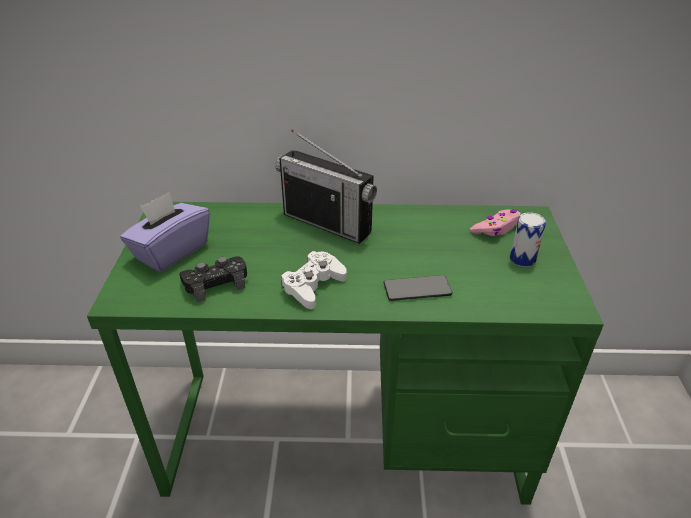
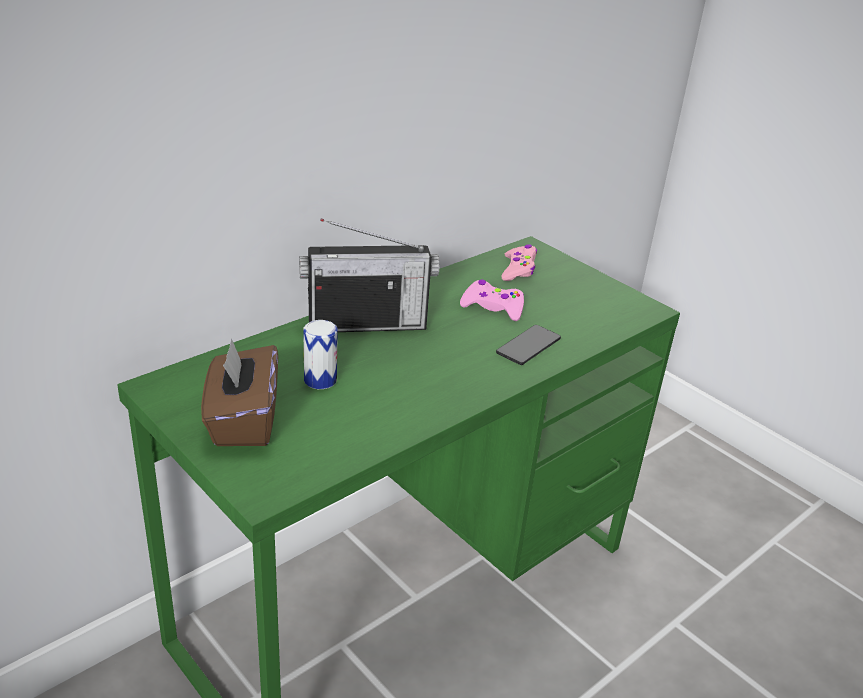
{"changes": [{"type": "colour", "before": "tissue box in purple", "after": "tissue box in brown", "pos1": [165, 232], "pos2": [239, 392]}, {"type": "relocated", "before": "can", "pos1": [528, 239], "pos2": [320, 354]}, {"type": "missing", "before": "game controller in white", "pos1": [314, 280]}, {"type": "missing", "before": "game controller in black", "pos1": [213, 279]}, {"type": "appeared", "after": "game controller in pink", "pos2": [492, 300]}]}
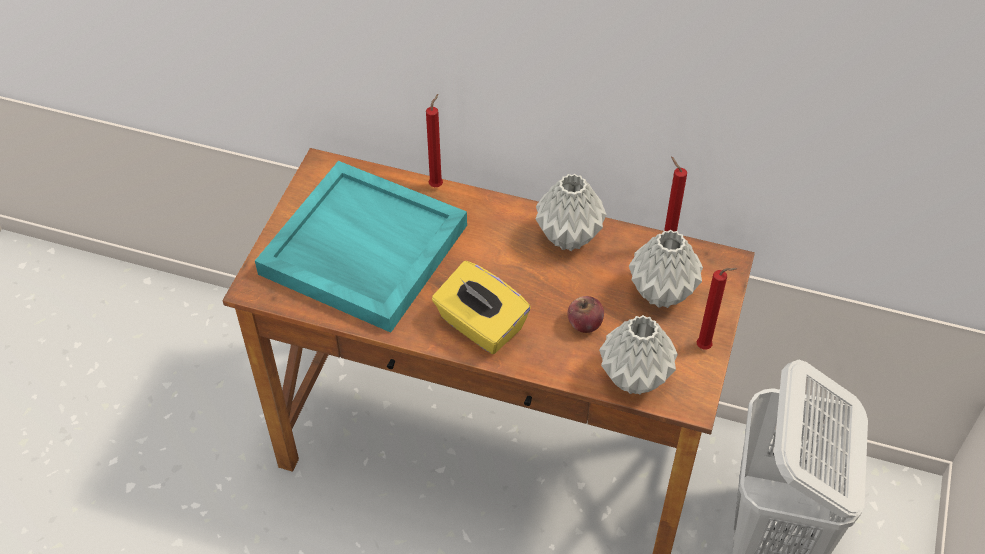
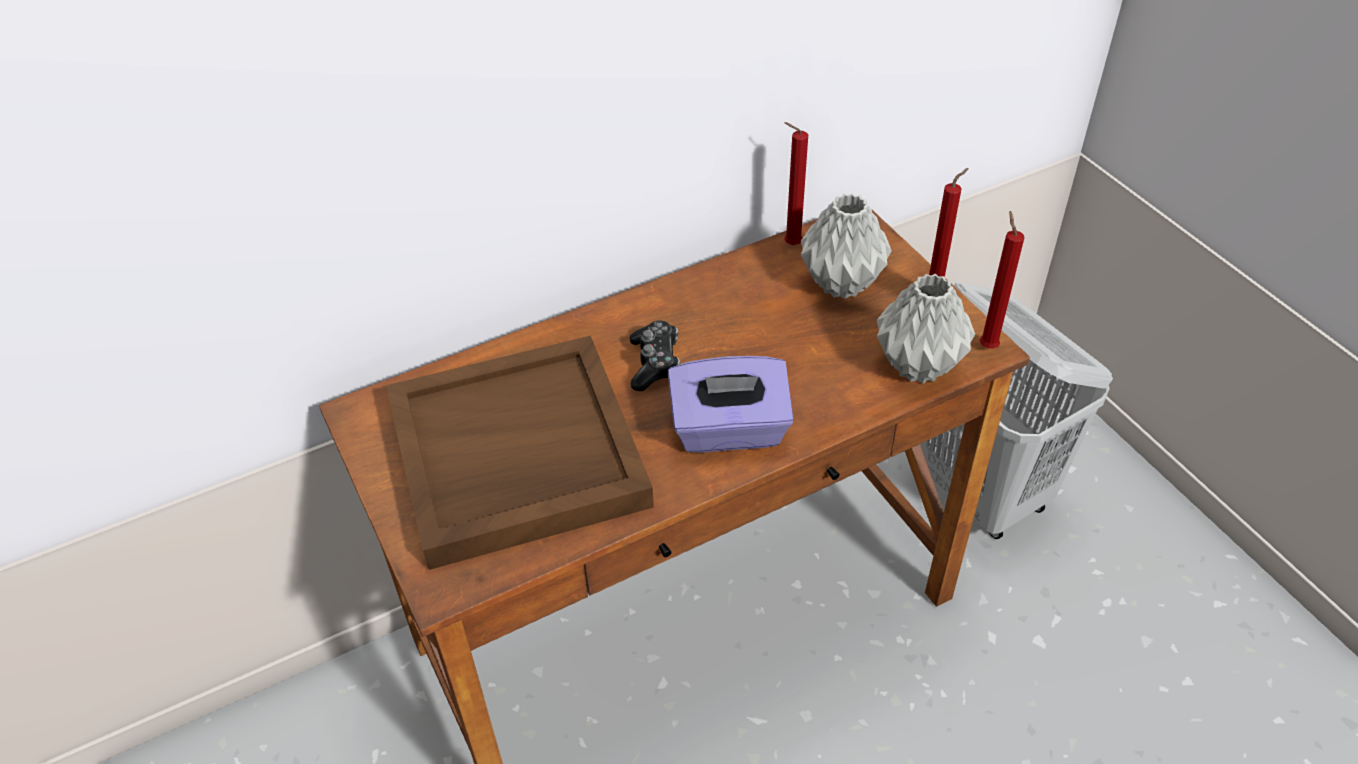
{"changes": [{"type": "relocated", "before": "candle in red", "pos1": [434, 140], "pos2": [1002, 280]}, {"type": "colour", "before": "tray in turquoise", "after": "tray in brown", "pos1": [361, 247], "pos2": [520, 453]}, {"type": "missing", "before": "vase in grey", "pos1": [571, 212]}, {"type": "colour", "before": "tissue box in yellow", "after": "tissue box in purple", "pos1": [481, 307], "pos2": [731, 404]}, {"type": "missing", "before": "apple", "pos1": [585, 314]}, {"type": "appeared", "after": "game controller", "pos2": [655, 355]}]}
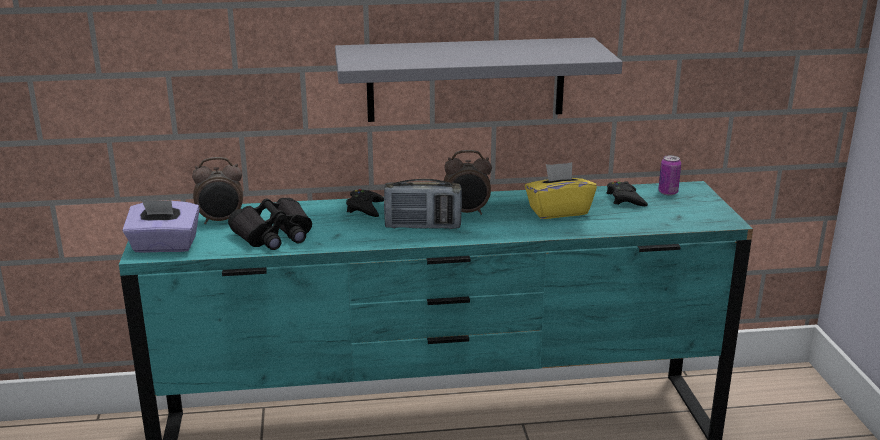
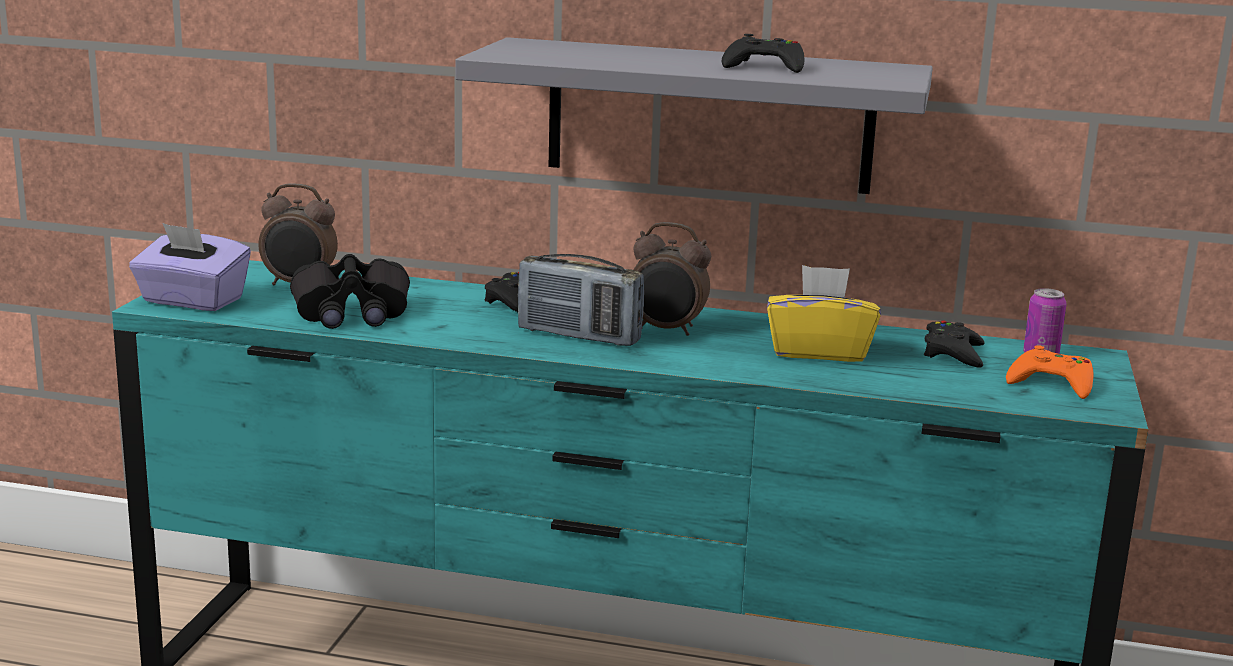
{"changes": [{"type": "appeared", "after": "game controller in black", "pos2": [762, 53]}, {"type": "appeared", "after": "game controller in orange", "pos2": [1049, 372]}]}
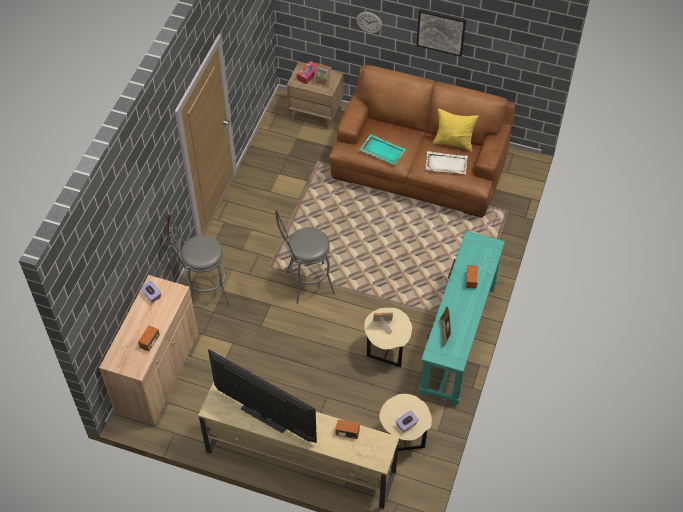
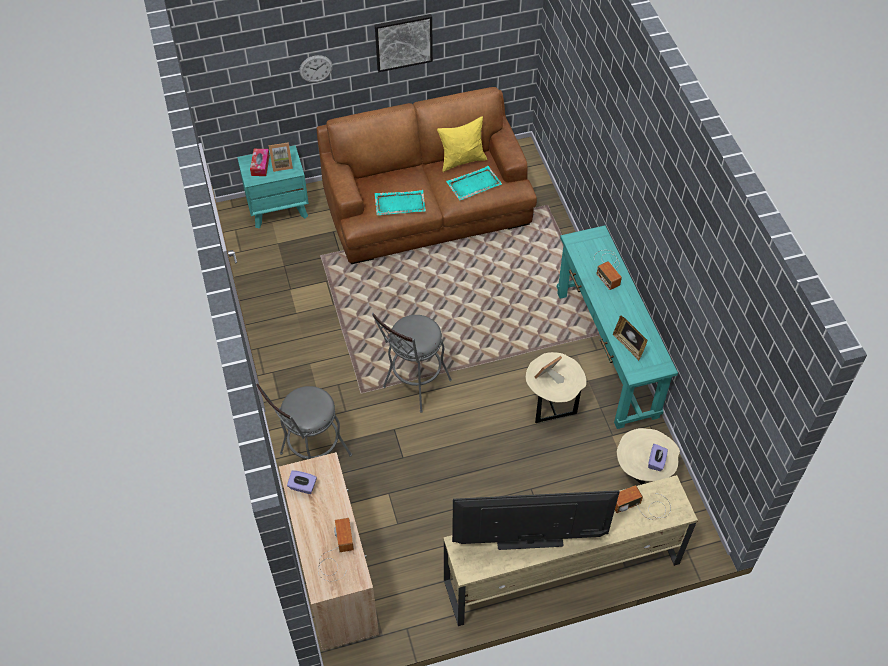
{"changes": [{"type": "colour", "before": "nightstand in brown", "after": "nightstand in turquoise", "pos1": [315, 96], "pos2": [273, 187]}, {"type": "colour", "before": "tray in white", "after": "tray in turquoise", "pos1": [446, 162], "pos2": [474, 183]}]}
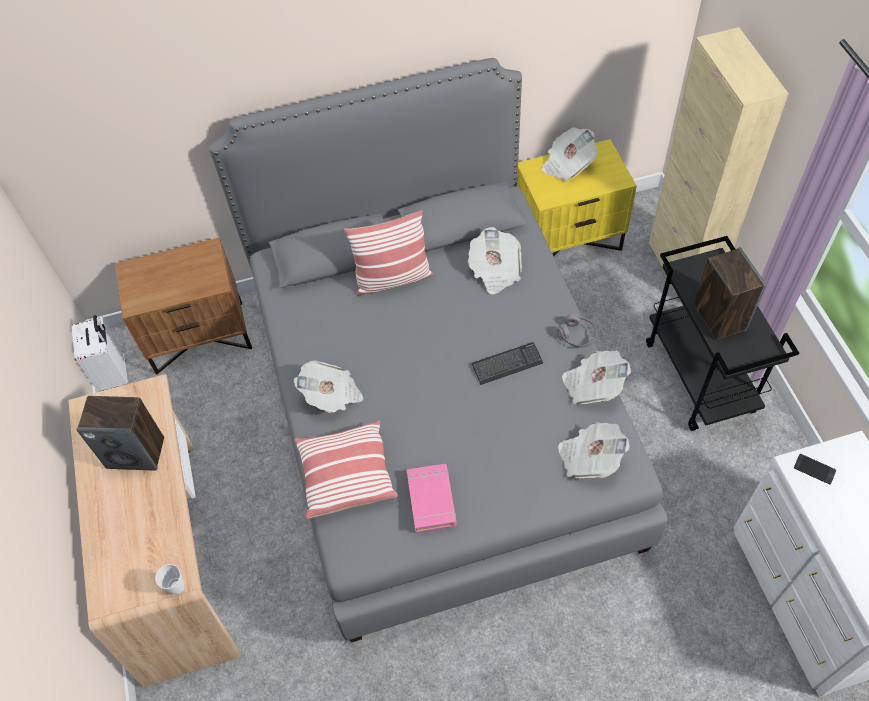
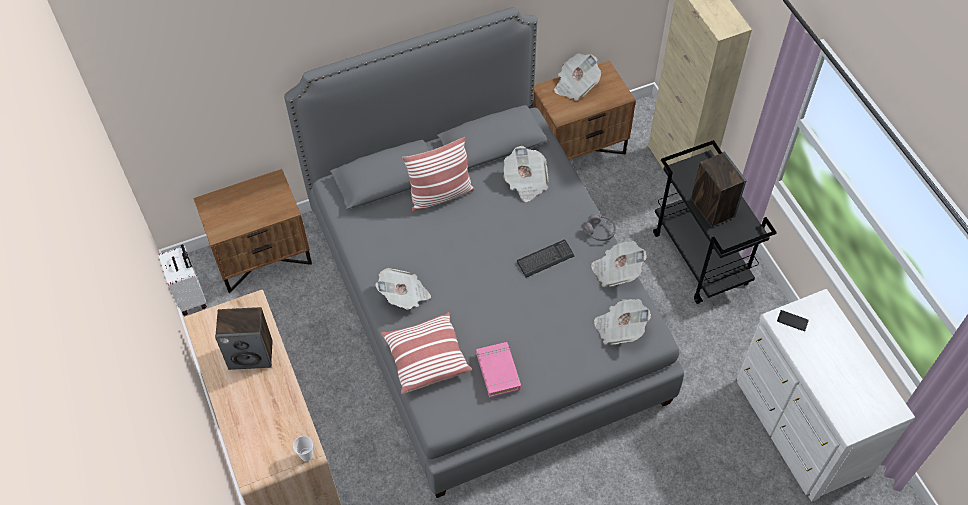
{"changes": [{"type": "colour", "before": "nightstand in yellow", "after": "nightstand in brown", "pos1": [577, 197], "pos2": [584, 110]}]}
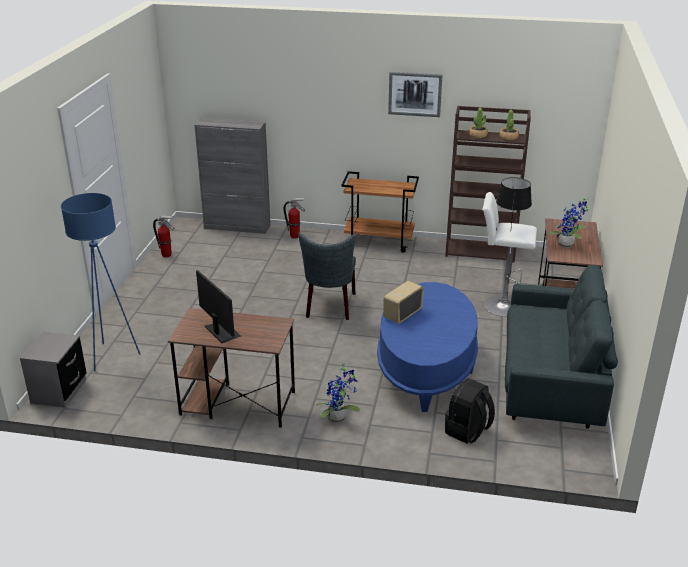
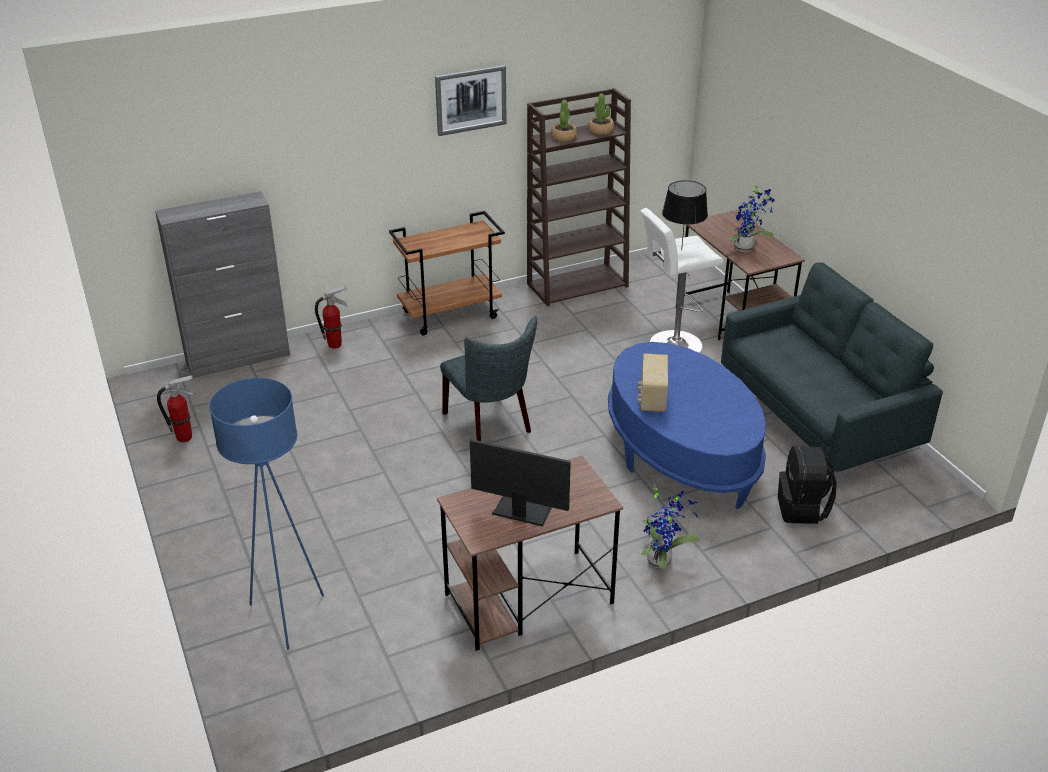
{"changes": [{"type": "missing", "before": "nightstand in grey", "pos1": [53, 370]}]}
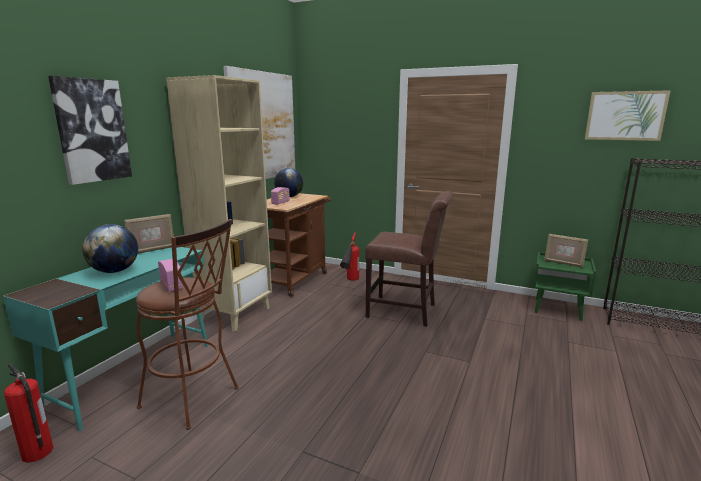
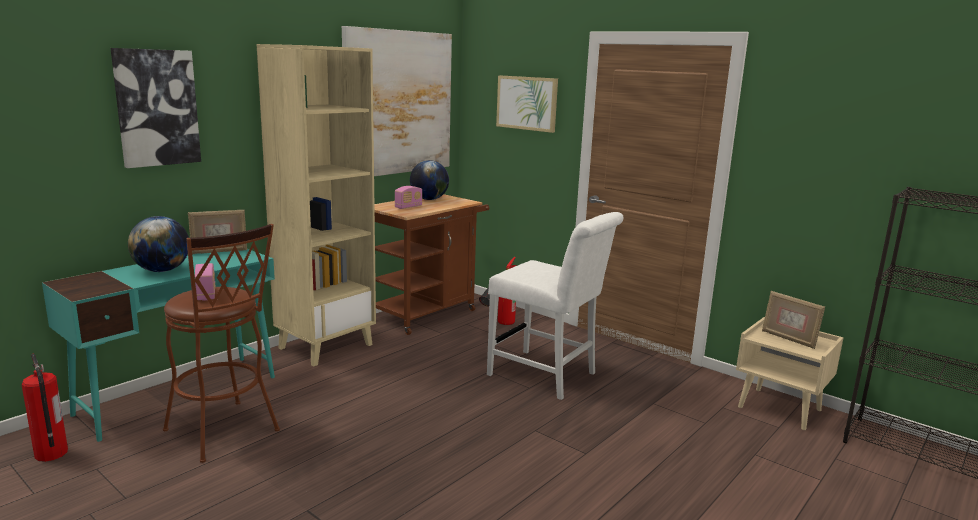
{"changes": [{"type": "relocated", "before": "picture", "pos1": [628, 115], "pos2": [527, 104]}, {"type": "colour", "before": "chair in brown", "after": "chair in white", "pos1": [409, 259], "pos2": [555, 306]}, {"type": "colour", "before": "nightstand in green", "after": "nightstand in beige", "pos1": [565, 286], "pos2": [790, 373]}]}
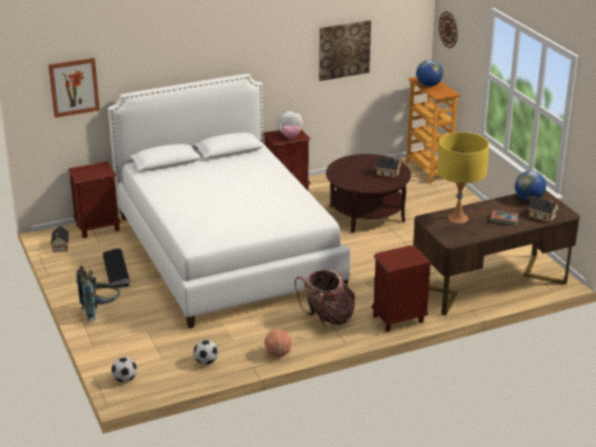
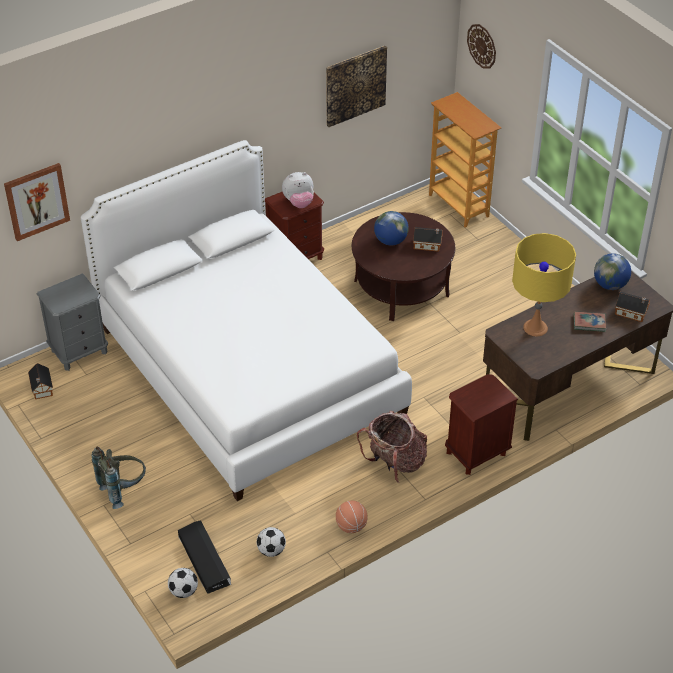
{"changes": [{"type": "relocated", "before": "globe", "pos1": [429, 73], "pos2": [391, 228]}, {"type": "colour", "before": "nightstand in brown", "after": "nightstand in grey", "pos1": [94, 200], "pos2": [72, 322]}, {"type": "relocated", "before": "storage box in black", "pos1": [116, 269], "pos2": [204, 557]}]}
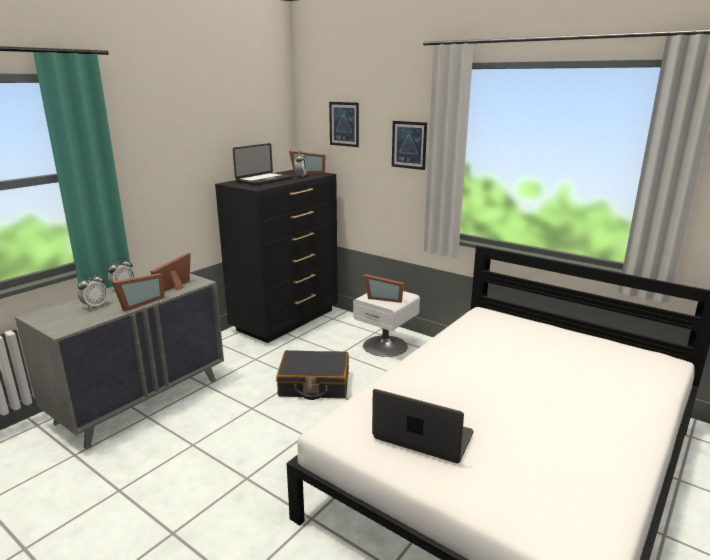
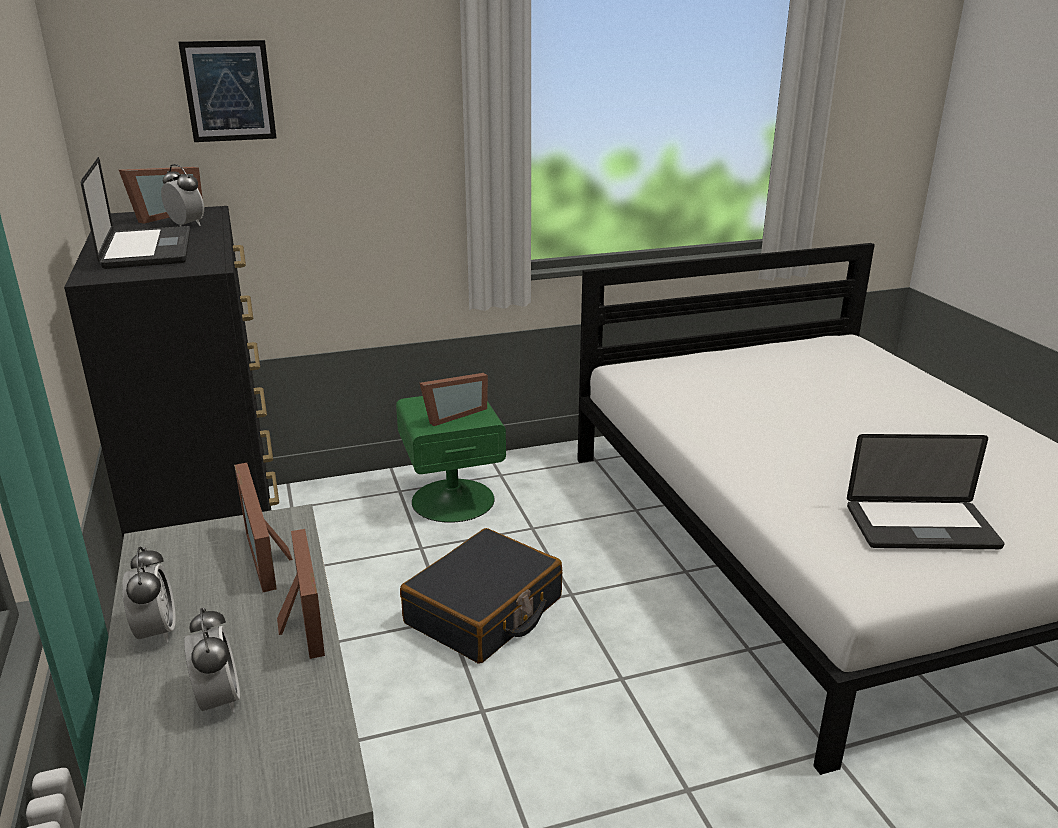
{"changes": [{"type": "missing", "before": "picture", "pos1": [409, 145]}, {"type": "colour", "before": "nightstand in white", "after": "nightstand in green", "pos1": [386, 324], "pos2": [451, 459]}, {"type": "spun", "before": "laptop", "pos1": [422, 426], "pos2": [926, 491], "turn": -150}]}
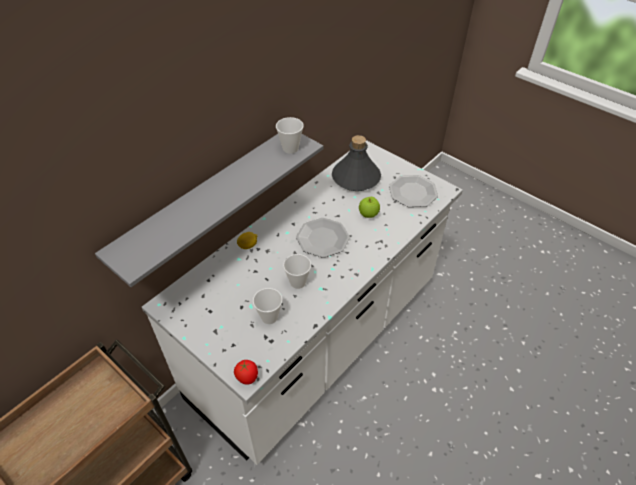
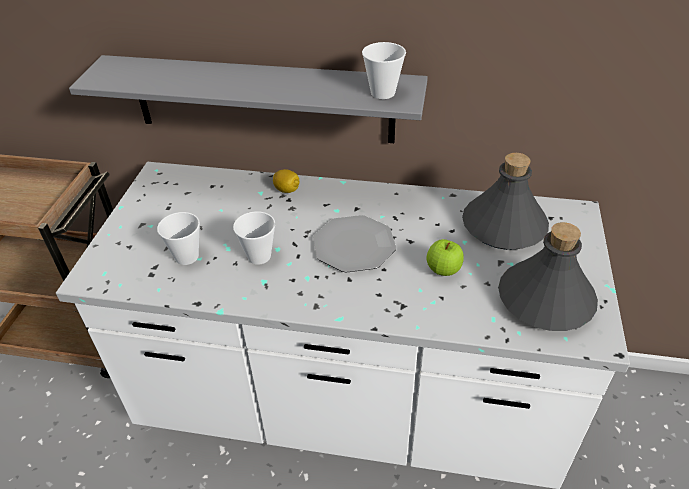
{"changes": [{"type": "exchanged", "before": "plate", "after": "bottle in grey", "pos1": [413, 191], "pos2": [548, 276]}, {"type": "missing", "before": "tomato", "pos1": [246, 372]}]}
